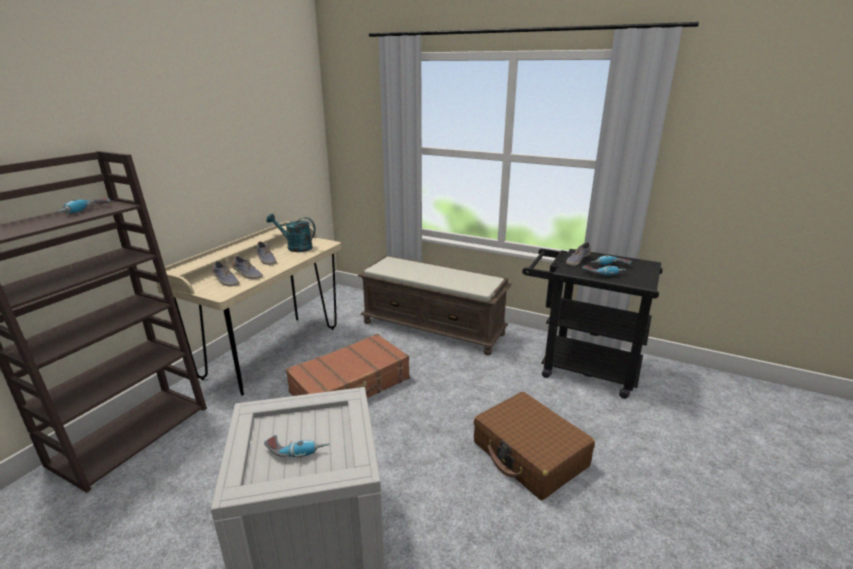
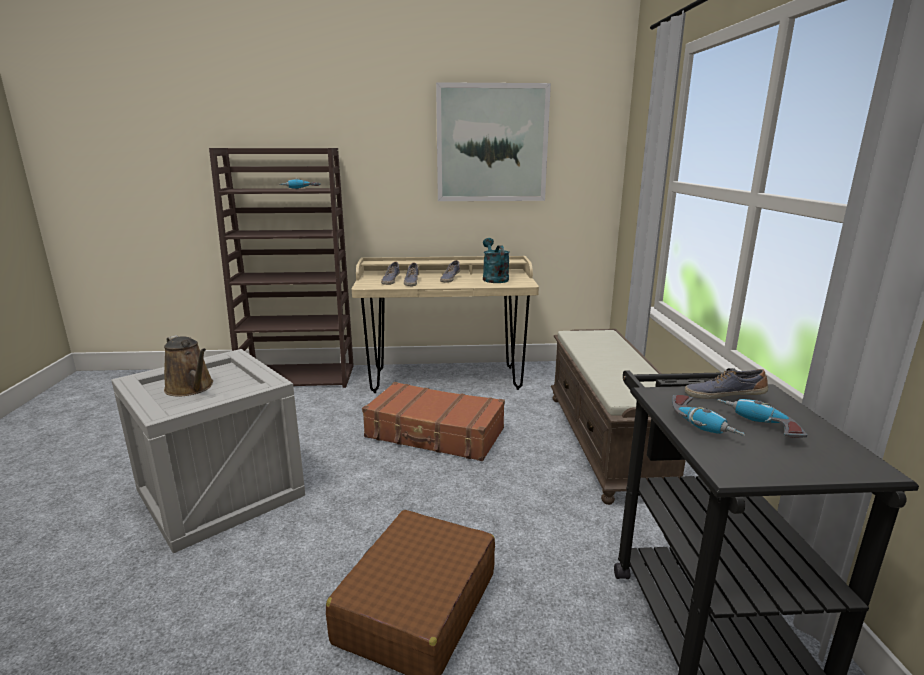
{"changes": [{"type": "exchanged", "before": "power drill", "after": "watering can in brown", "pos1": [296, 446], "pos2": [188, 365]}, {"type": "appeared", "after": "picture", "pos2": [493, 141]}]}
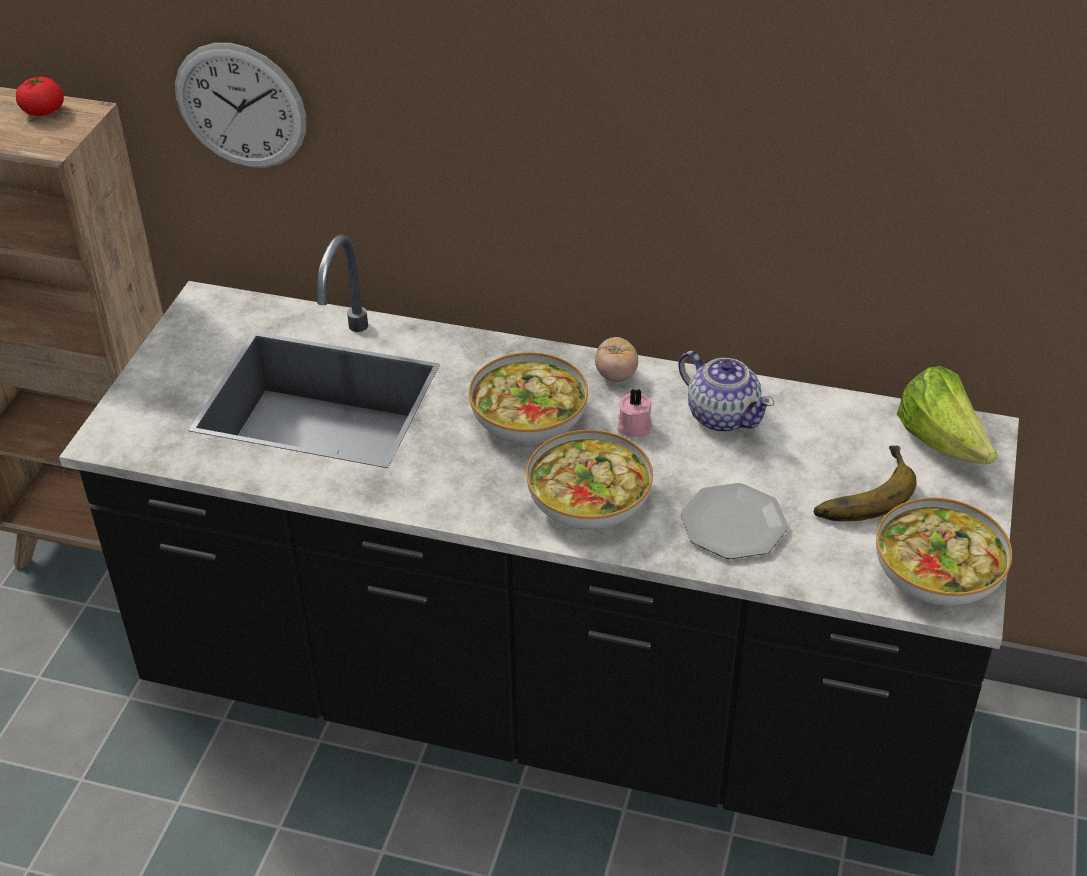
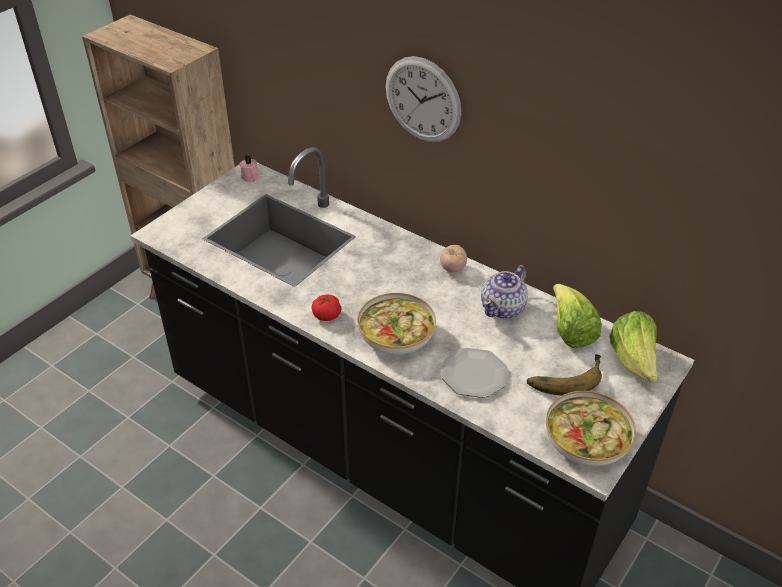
{"changes": [{"type": "relocated", "before": "wall clock", "pos1": [240, 105], "pos2": [423, 99]}, {"type": "relocated", "before": "tomato", "pos1": [40, 96], "pos2": [326, 308]}, {"type": "spun", "before": "teapot", "pos1": [726, 391], "pos2": [504, 292], "turn": 60}, {"type": "missing", "before": "bowl", "pos1": [528, 398]}, {"type": "relocated", "before": "candle in pink", "pos1": [634, 412], "pos2": [250, 168]}, {"type": "appeared", "after": "lettuce", "pos2": [577, 316]}]}
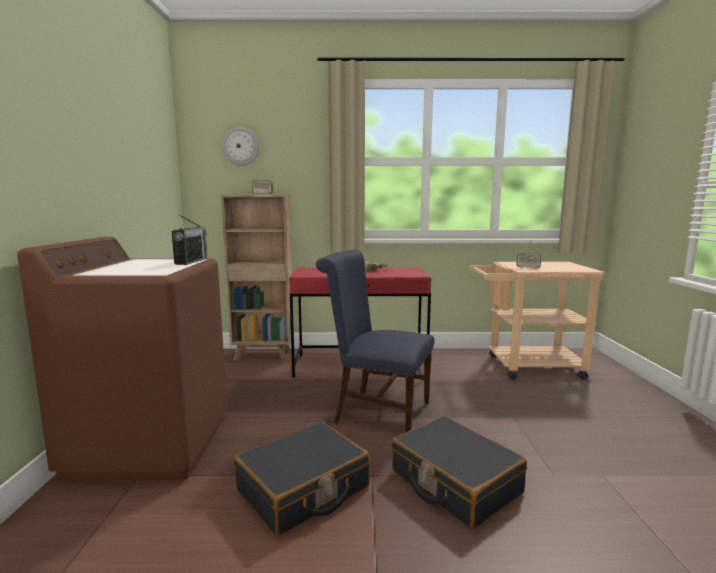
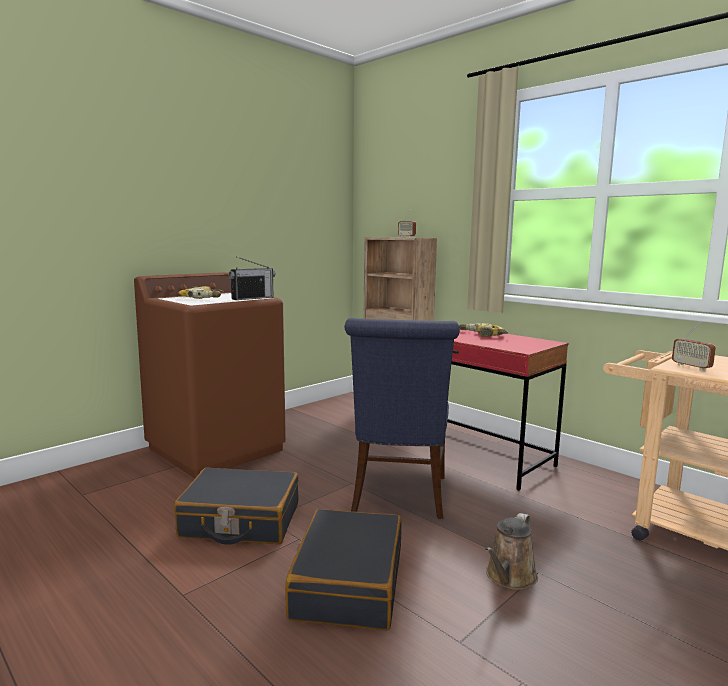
{"changes": [{"type": "missing", "before": "wall clock", "pos1": [240, 146]}, {"type": "spun", "before": "chair in blue", "pos1": [375, 341], "pos2": [402, 418], "turn": -150}, {"type": "appeared", "after": "power drill", "pos2": [201, 292]}, {"type": "appeared", "after": "watering can in brown", "pos2": [511, 551]}]}
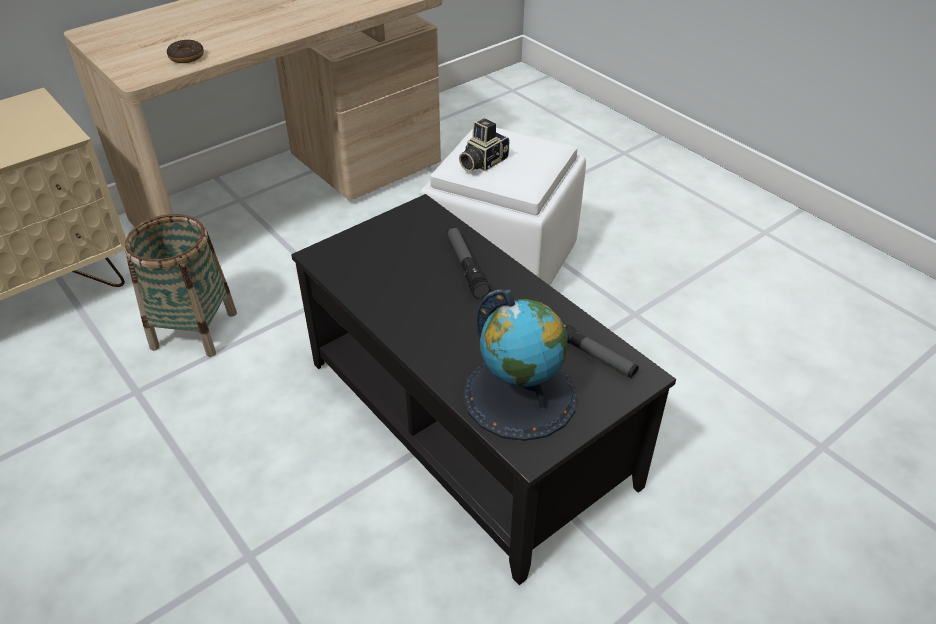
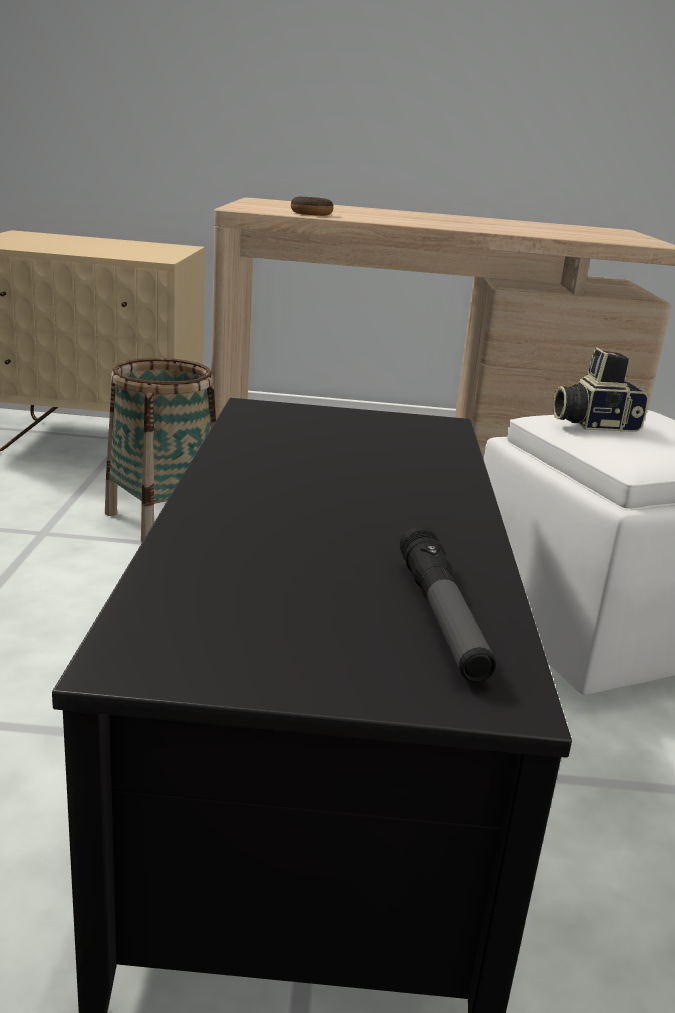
{"changes": [{"type": "missing", "before": "flashlight", "pos1": [469, 263]}, {"type": "missing", "before": "globe", "pos1": [520, 365]}]}
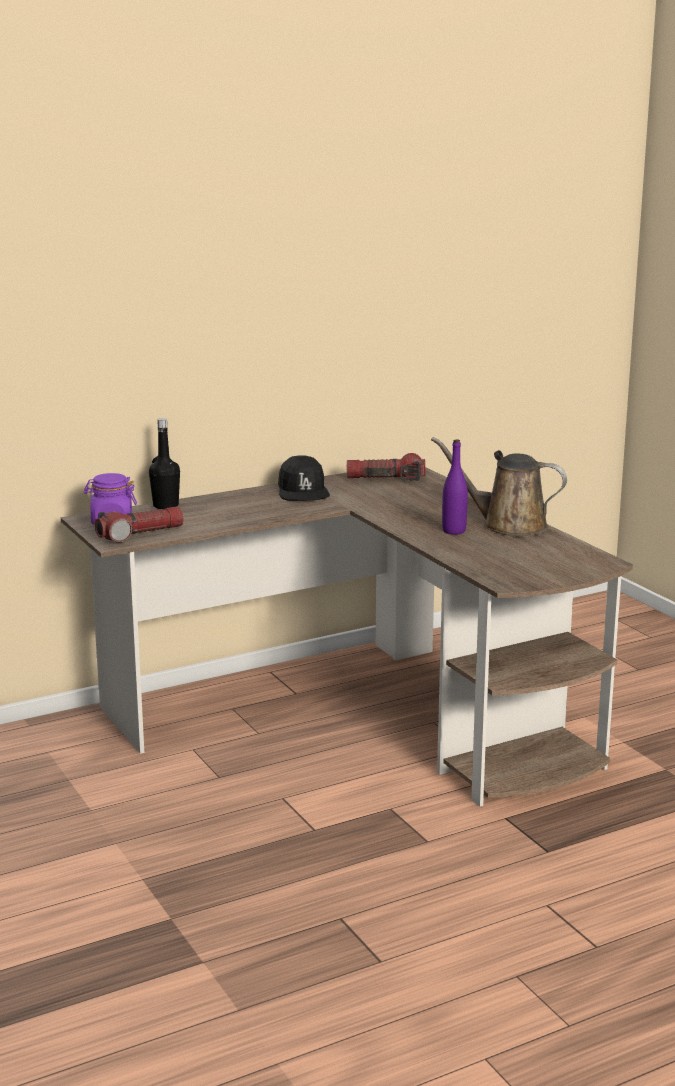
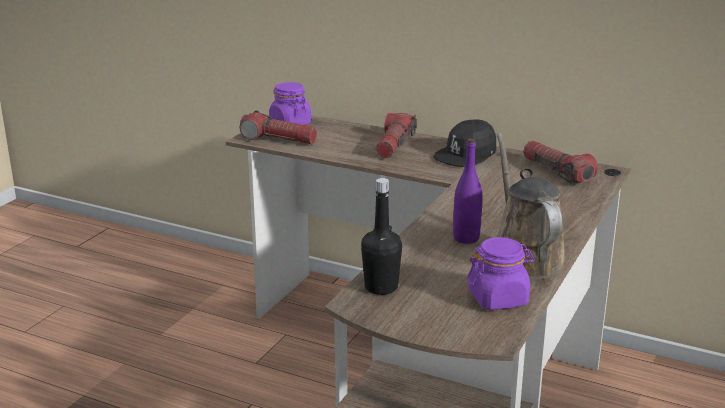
{"changes": [{"type": "relocated", "before": "bottle in black", "pos1": [164, 463], "pos2": [381, 236]}, {"type": "appeared", "after": "flashlight", "pos2": [396, 135]}, {"type": "appeared", "after": "jar in purple", "pos2": [501, 273]}]}
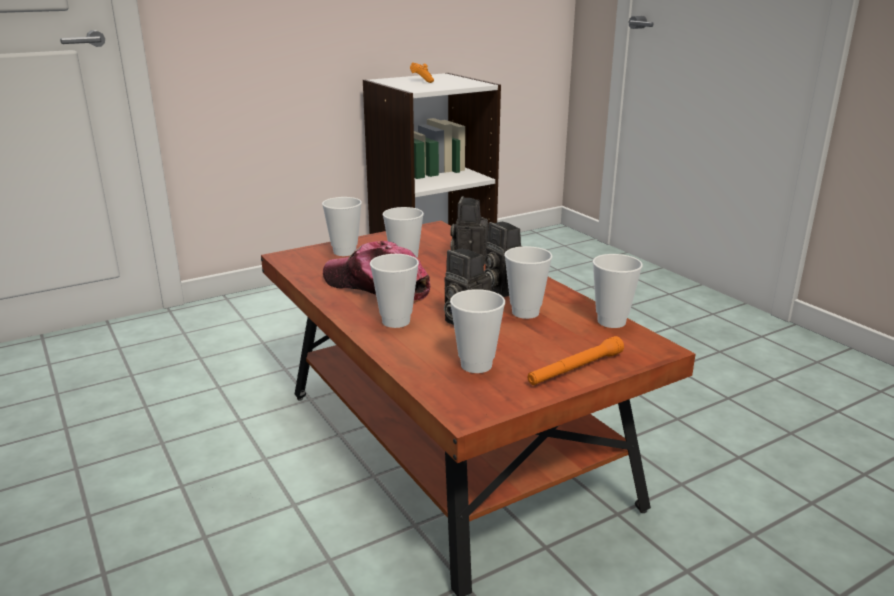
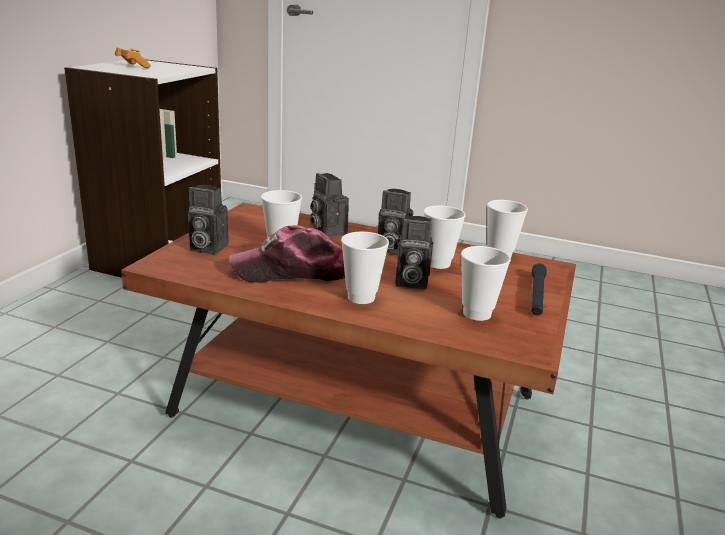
{"changes": [{"type": "exchanged", "before": "cup", "after": "photo camera", "pos1": [342, 226], "pos2": [208, 220]}, {"type": "colour", "before": "flashlight in orange", "after": "flashlight in black", "pos1": [576, 360], "pos2": [539, 289]}]}
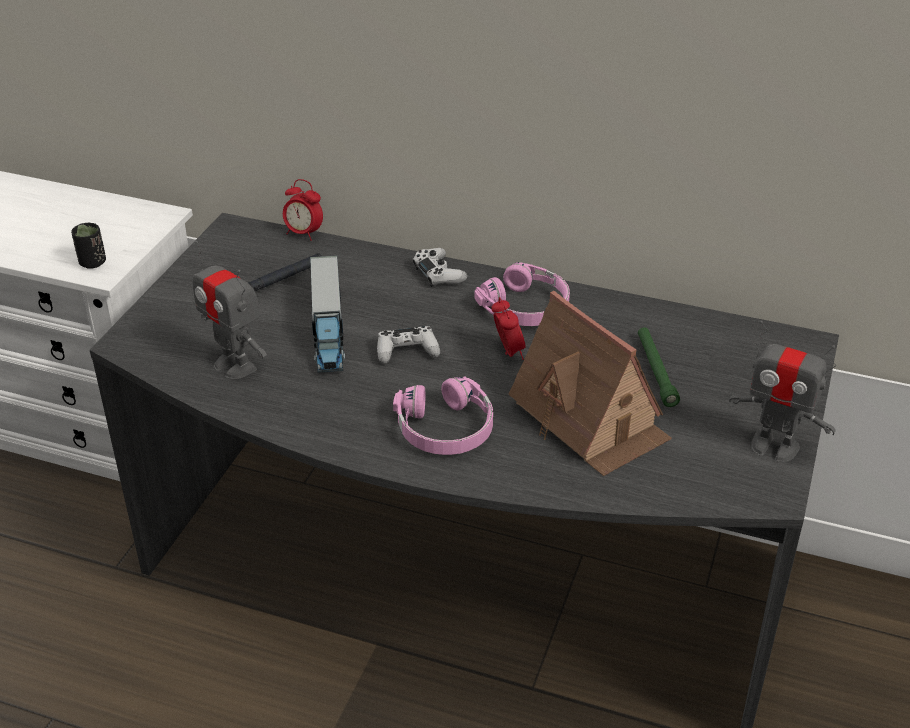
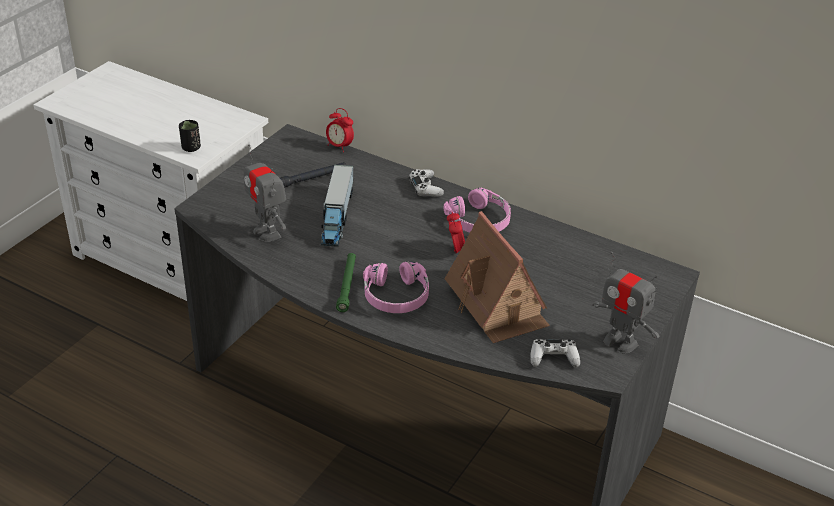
{"changes": [{"type": "relocated", "before": "game controller in white", "pos1": [408, 345], "pos2": [555, 353]}, {"type": "relocated", "before": "flashlight in green", "pos1": [659, 367], "pos2": [346, 282]}]}
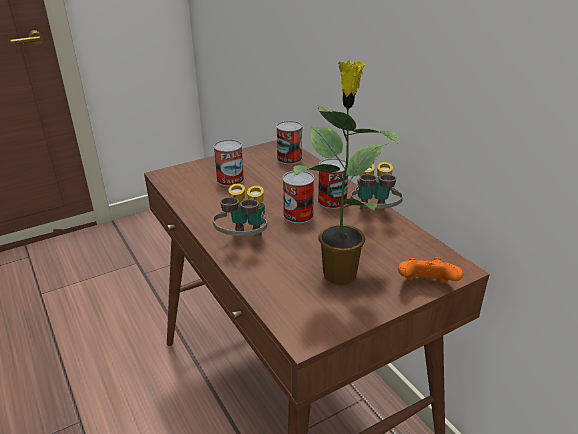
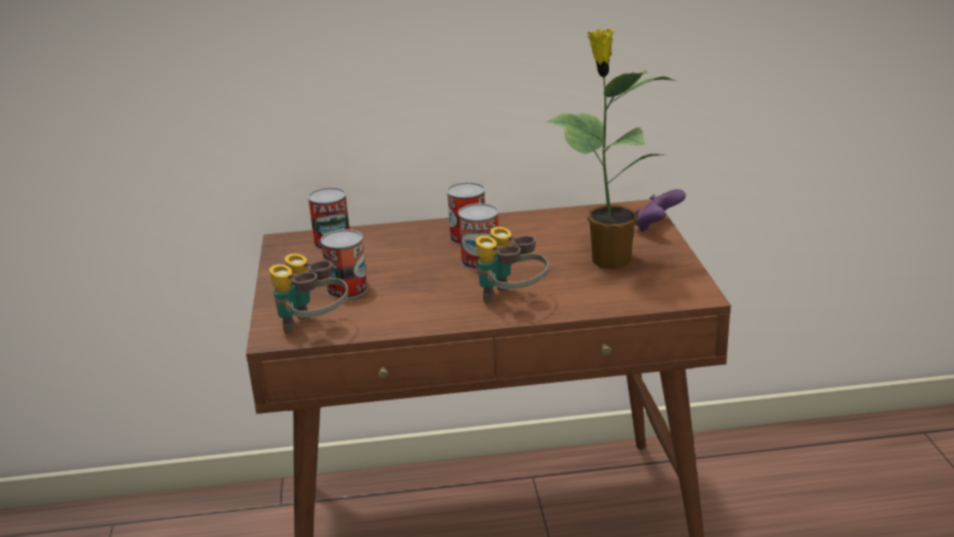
{"changes": [{"type": "relocated", "before": "binoculars", "pos1": [377, 186], "pos2": [308, 294]}, {"type": "colour", "before": "game controller in orange", "after": "game controller in purple", "pos1": [430, 270], "pos2": [660, 210]}]}
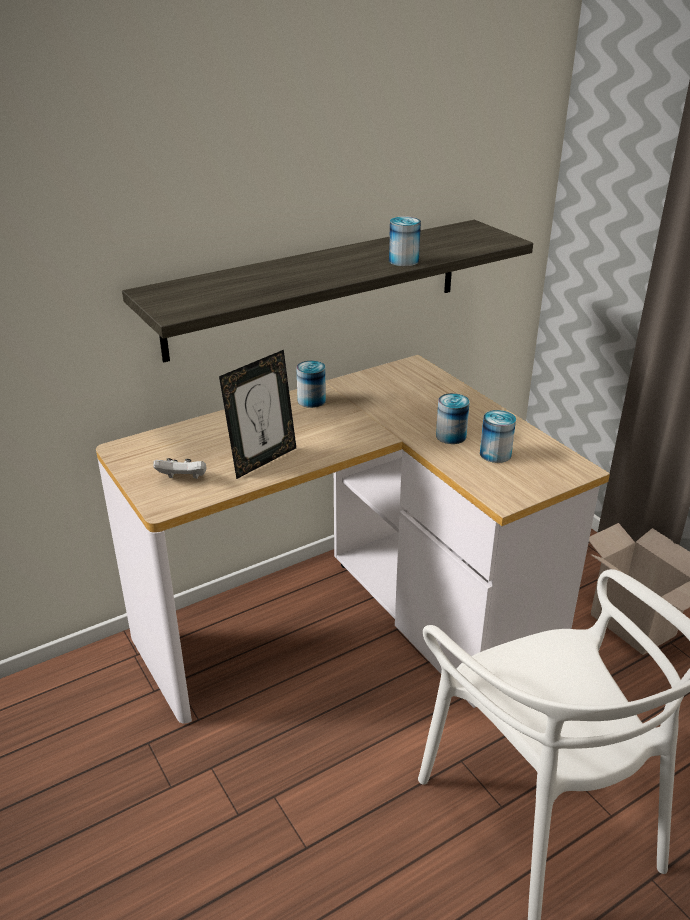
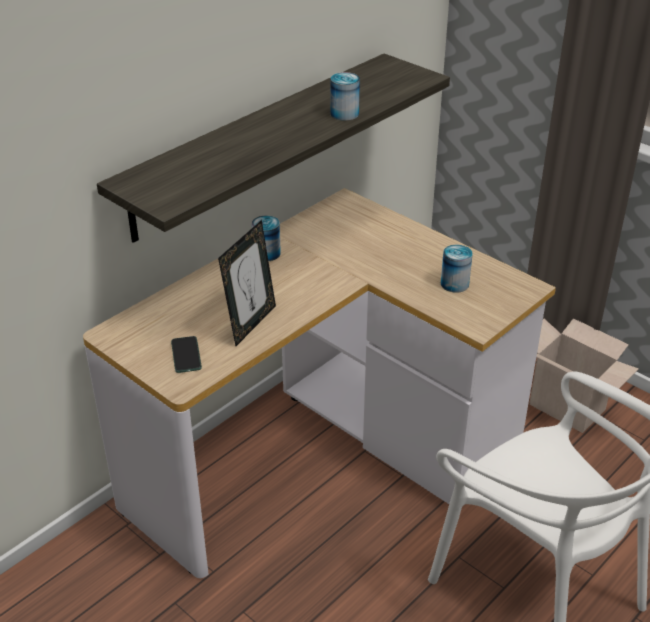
{"changes": [{"type": "missing", "before": "can", "pos1": [453, 418]}, {"type": "exchanged", "before": "game controller in white", "after": "phone", "pos1": [179, 468], "pos2": [186, 354]}]}
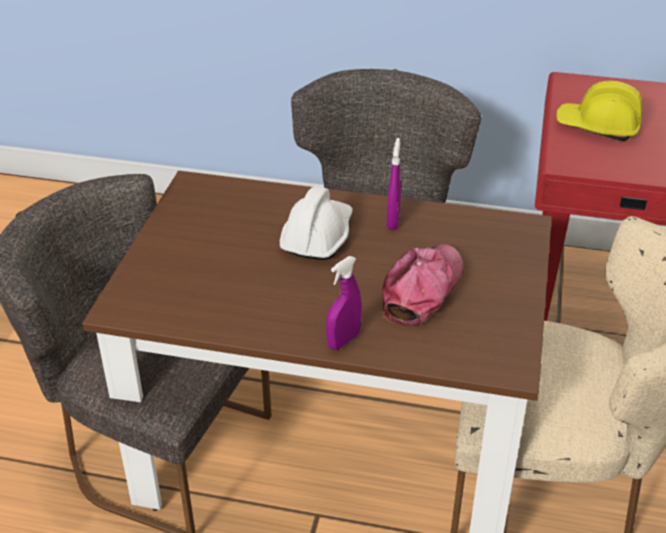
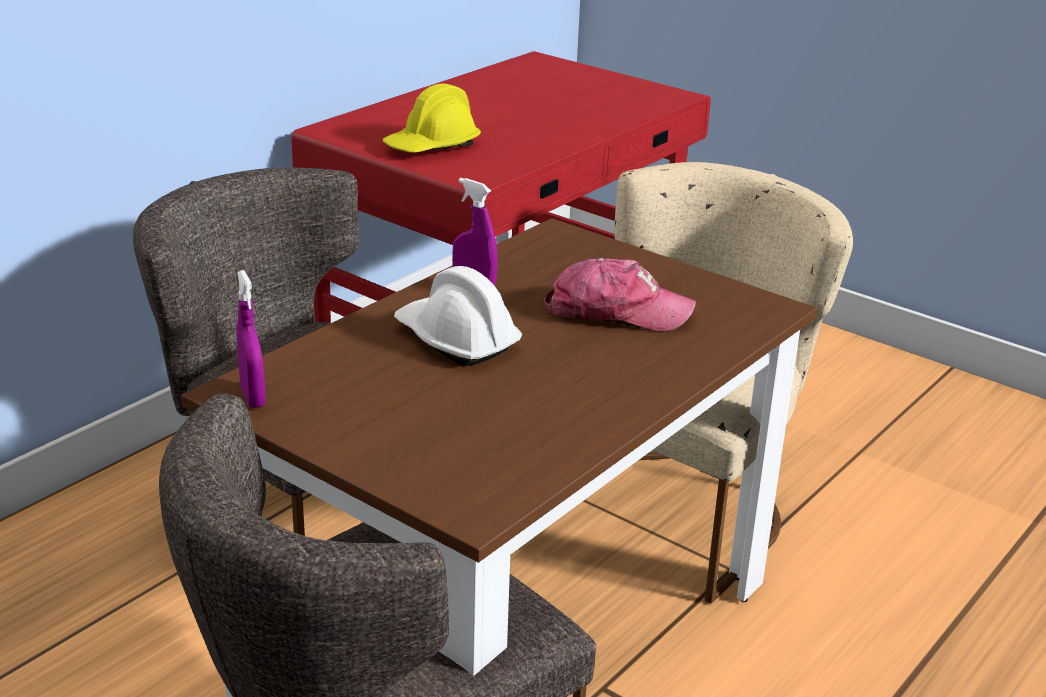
{"changes": [{"type": "spun", "before": "cap", "pos1": [422, 285], "pos2": [620, 294], "turn": 135}, {"type": "relocated", "before": "spray bottle in purple", "pos1": [344, 303], "pos2": [251, 339]}]}
